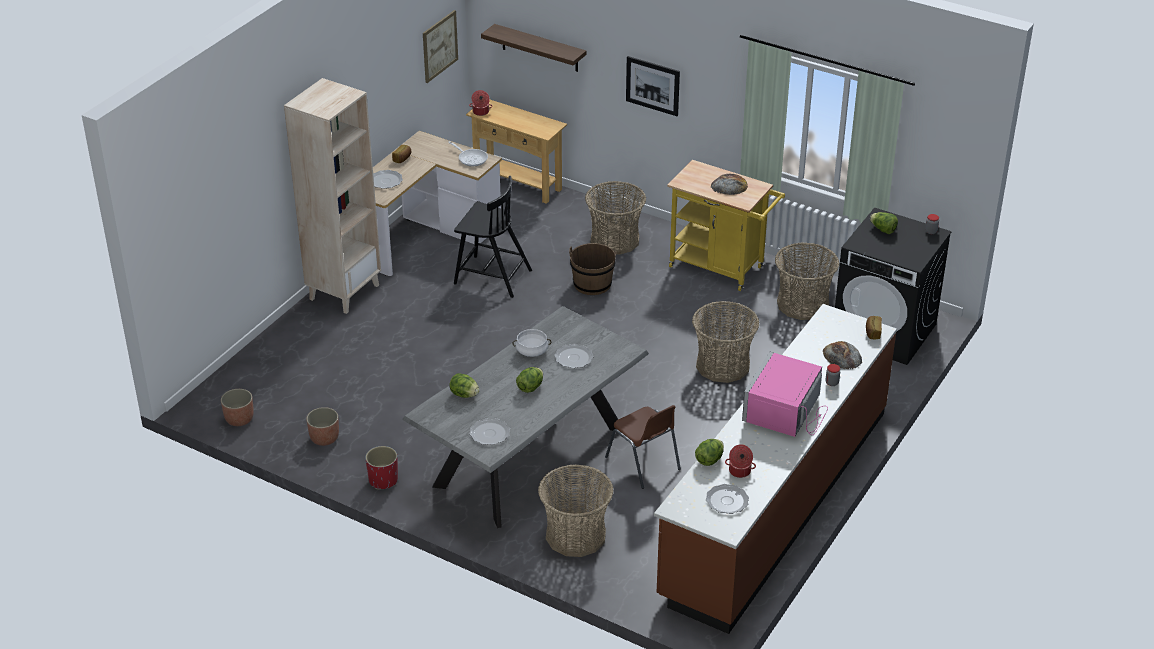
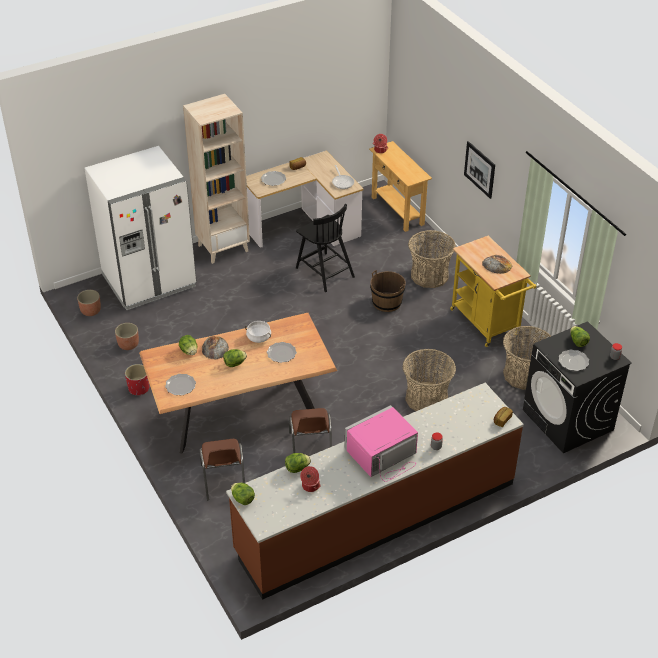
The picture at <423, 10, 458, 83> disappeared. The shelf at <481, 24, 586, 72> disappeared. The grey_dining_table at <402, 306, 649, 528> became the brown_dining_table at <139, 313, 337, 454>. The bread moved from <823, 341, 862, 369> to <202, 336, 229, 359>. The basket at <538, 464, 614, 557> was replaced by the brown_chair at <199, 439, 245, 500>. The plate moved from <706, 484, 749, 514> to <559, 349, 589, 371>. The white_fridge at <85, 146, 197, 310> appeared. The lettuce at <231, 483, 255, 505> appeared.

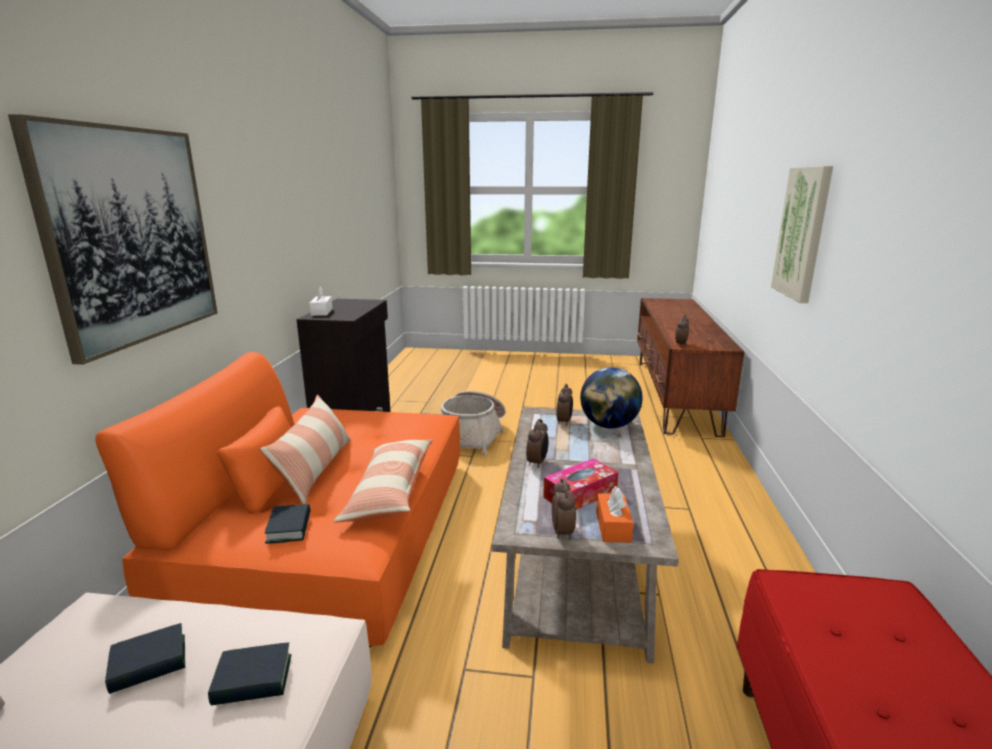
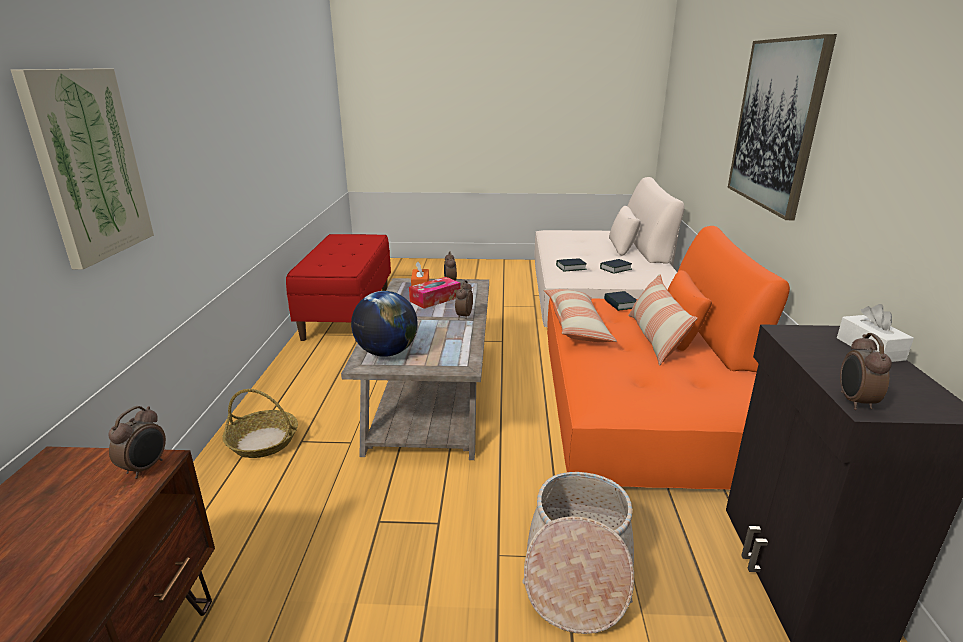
The alarm_clock moved from <556, 384, 573, 426> to <840, 333, 892, 410>. The basket at <222, 389, 298, 458> appeared.

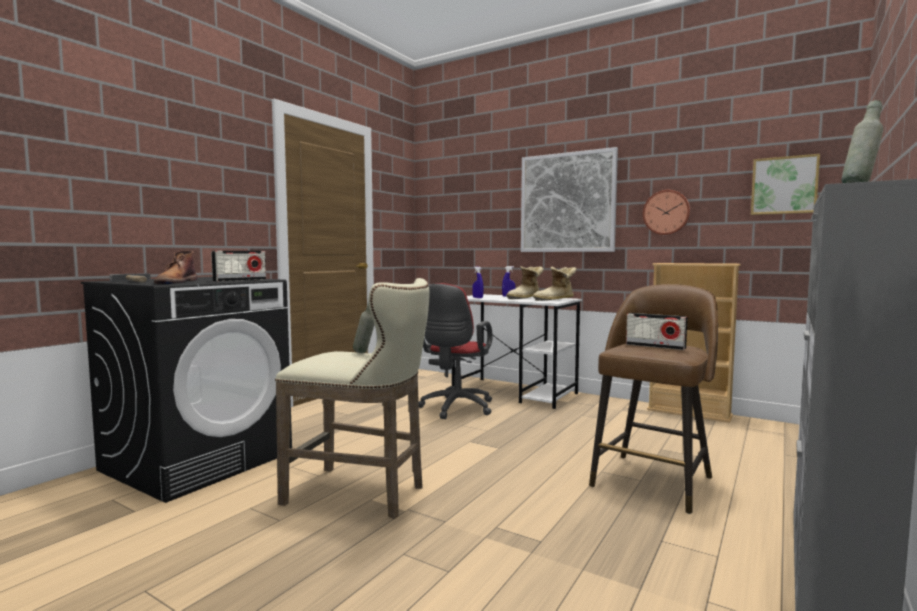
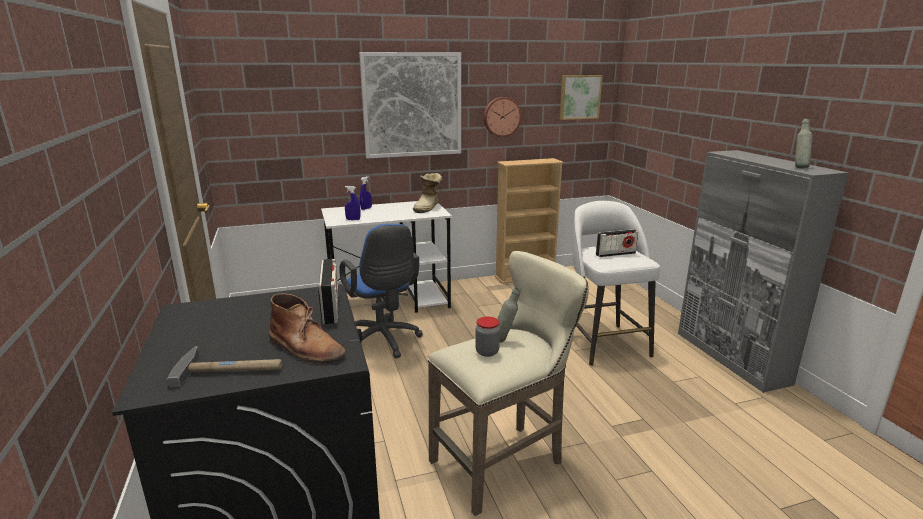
The boot at <506, 266, 544, 299> disappeared. The red_office_chair at <419, 283, 493, 419> became the blue_office_chair at <339, 224, 423, 359>. The brown_stool at <589, 284, 718, 514> became the white_stool at <573, 201, 660, 366>. The jar at <475, 317, 500, 357> appeared.

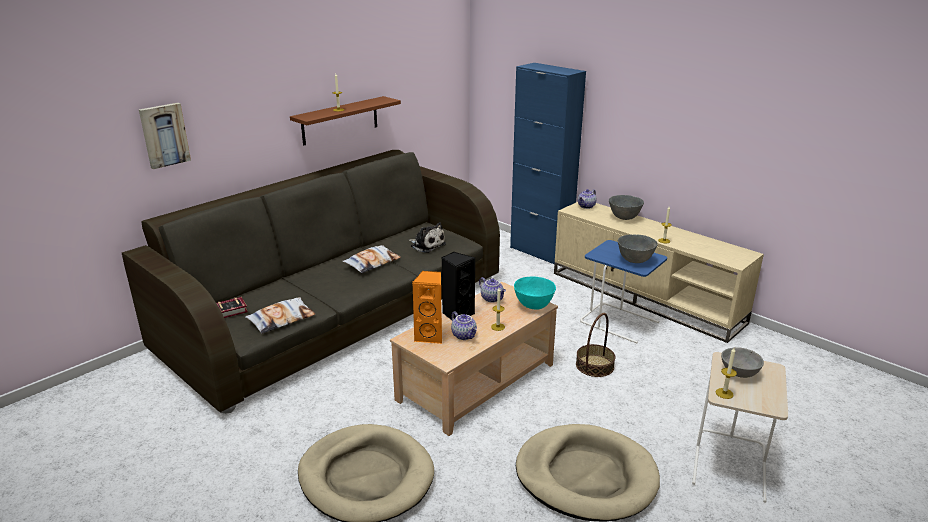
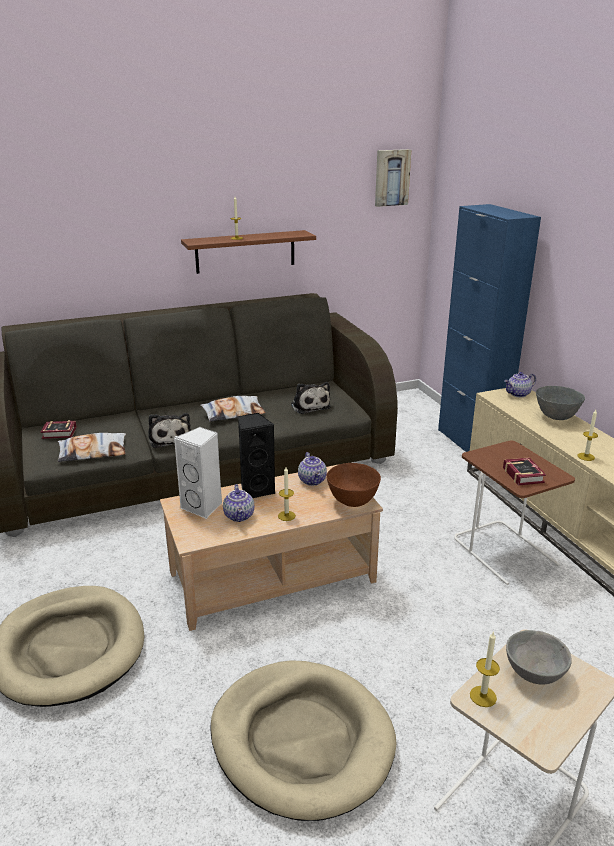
The picture moved from <139, 103, 191, 169> to <375, 149, 411, 207>. The grey_bowl at <618, 234, 658, 263> was replaced by the book at <503, 457, 546, 486>. The blue_side_table at <580, 240, 667, 343> became the brown_side_table at <454, 441, 575, 585>. The orange_speaker at <412, 271, 442, 344> became the white_speaker at <174, 427, 222, 519>. The turquoise_bowl at <514, 276, 556, 310> became the brown_bowl at <326, 463, 381, 507>. The basket at <576, 313, 615, 377> disappeared. The plush_toy at <148, 413, 191, 448> appeared.

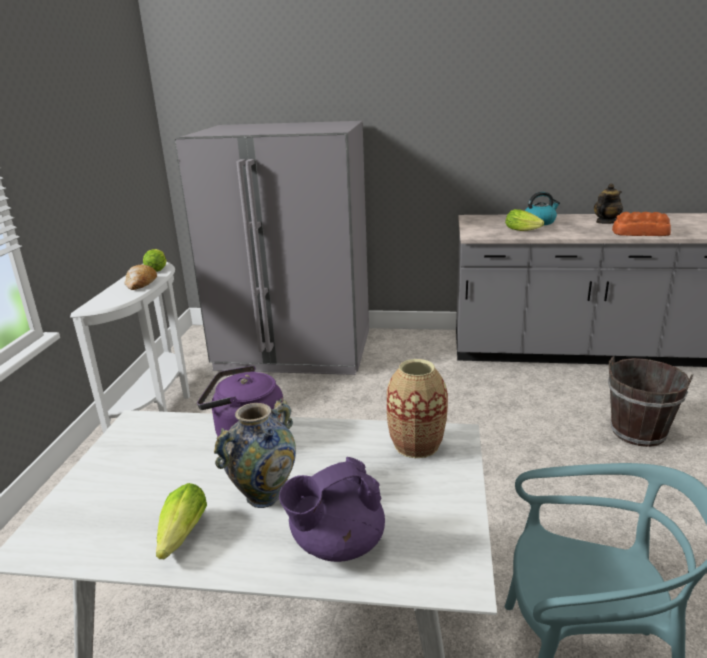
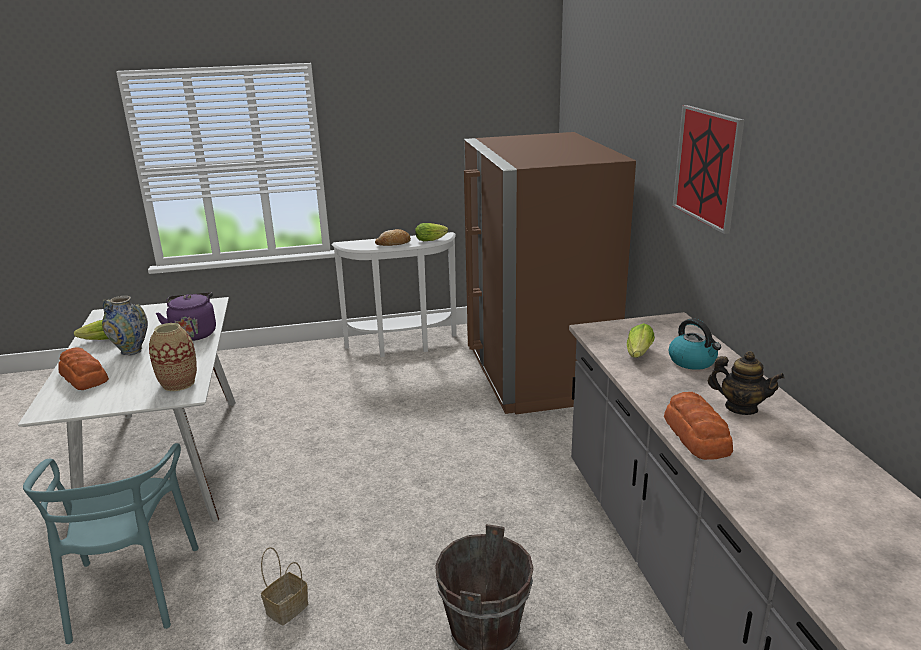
The grey_fridge at <174, 121, 369, 375> became the brown_fridge at <464, 132, 636, 414>. The purple_teapot at <279, 457, 385, 562> was replaced by the bread at <58, 348, 109, 390>. The picture at <673, 105, 744, 234> appeared. The basket at <261, 547, 308, 625> appeared.

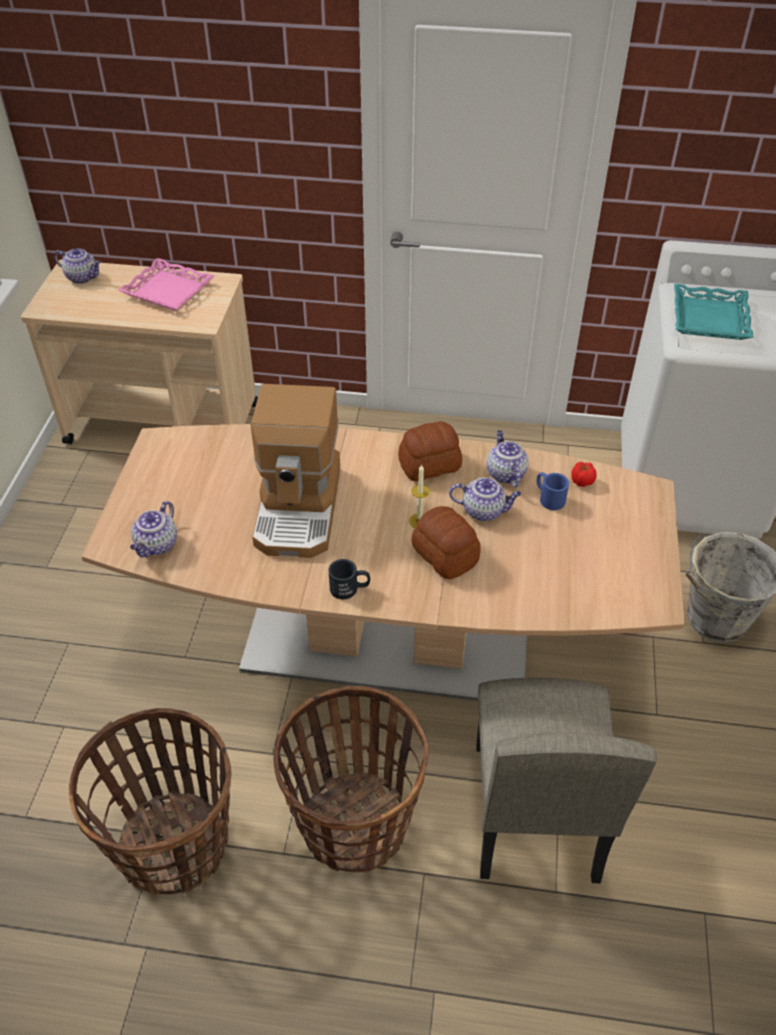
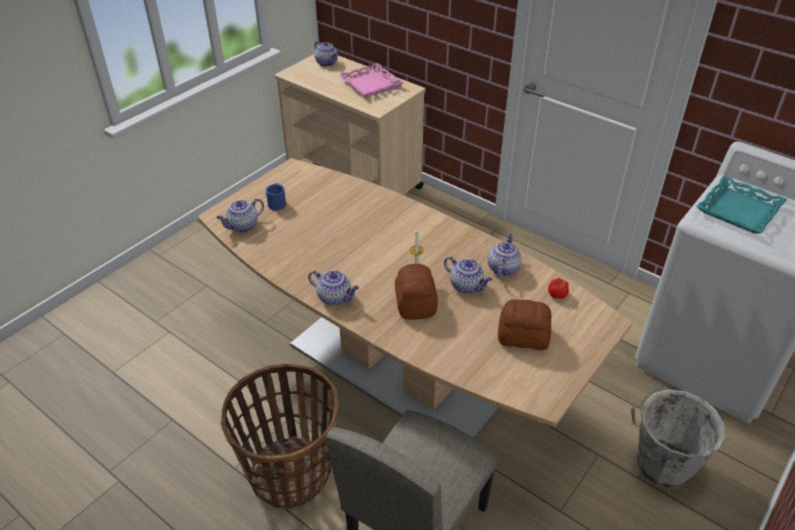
The coffee_machine at <251, 384, 340, 558> disappeared. The bread moved from <398, 421, 462, 482> to <498, 299, 551, 350>. The blue_mug moved from <537, 472, 569, 510> to <266, 183, 286, 211>. The black_mug at <328, 559, 370, 599> was replaced by the teapot at <308, 270, 359, 306>. The basket at <68, 708, 232, 895> disappeared.

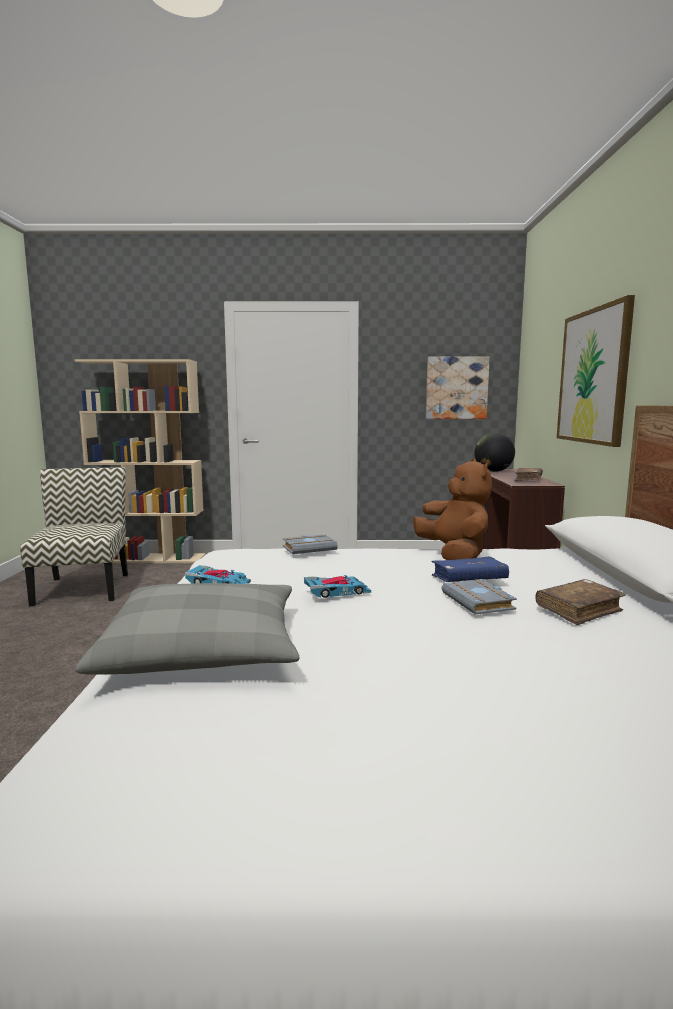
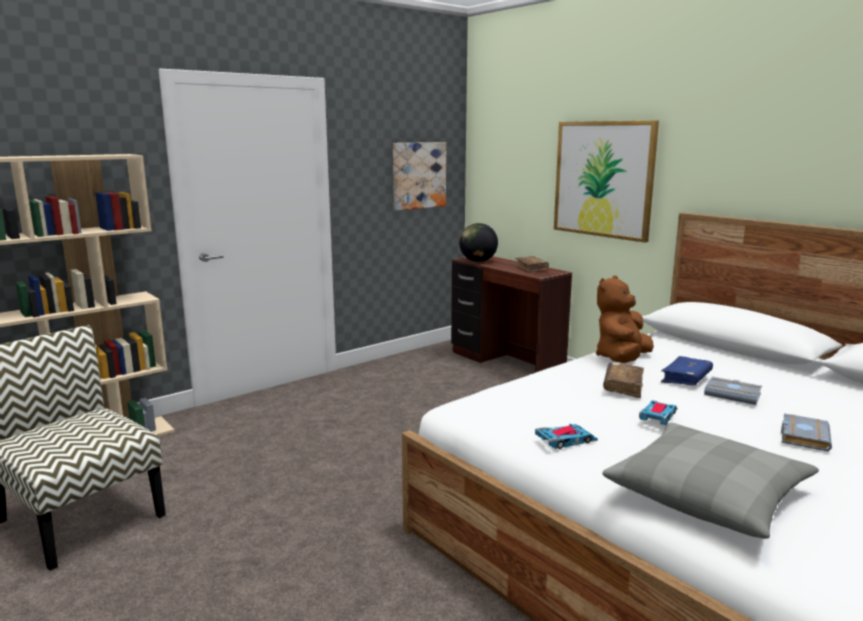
The brown_plush_toy at <413, 458, 492, 560> turned 90 degrees counterclockwise. The grey_book moved from <283, 534, 338, 554> to <781, 413, 832, 451>. The brown_book moved from <536, 579, 626, 625> to <603, 363, 644, 398>.

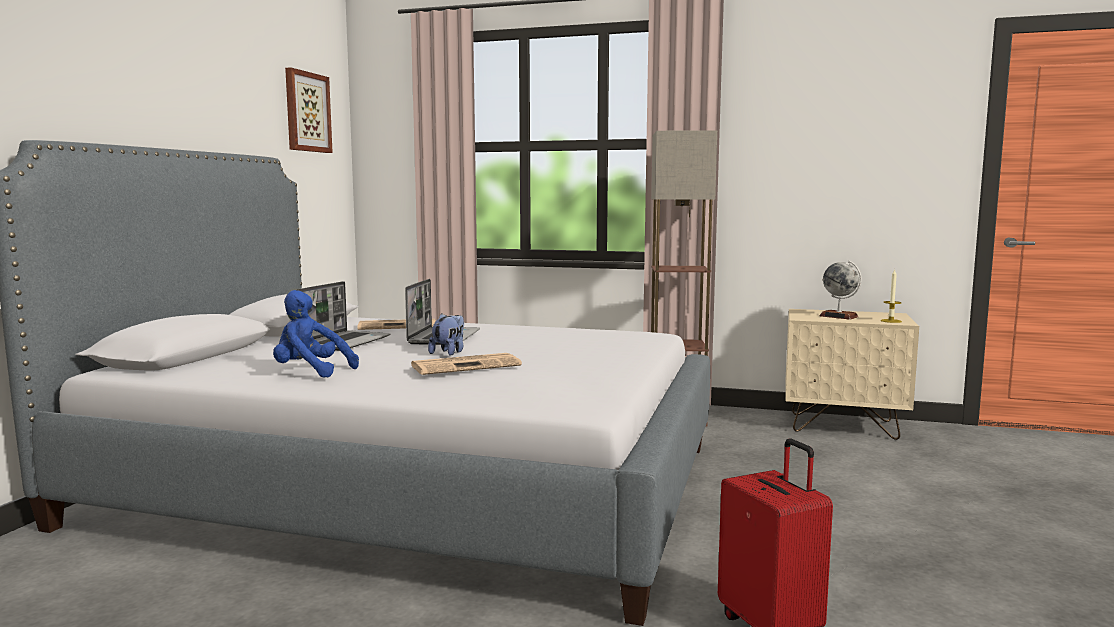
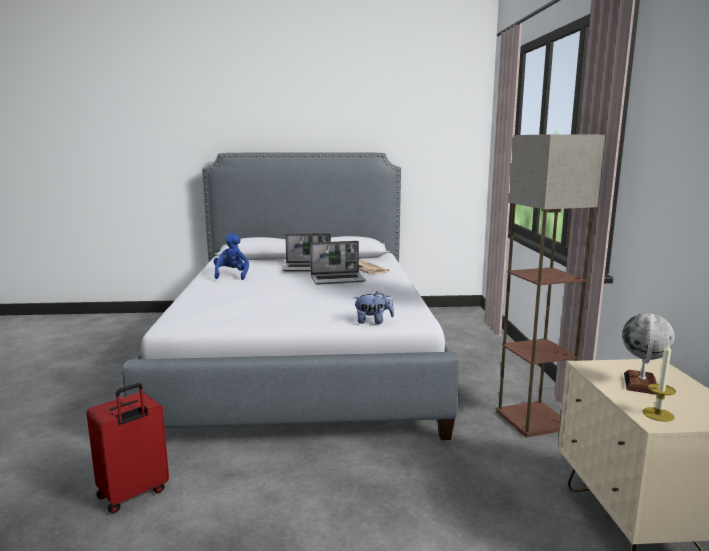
The picture at <285, 67, 333, 153> disappeared. The plush_toy moved from <428, 313, 464, 356> to <354, 291, 394, 324>. The newspaper at <411, 353, 522, 375> disappeared.

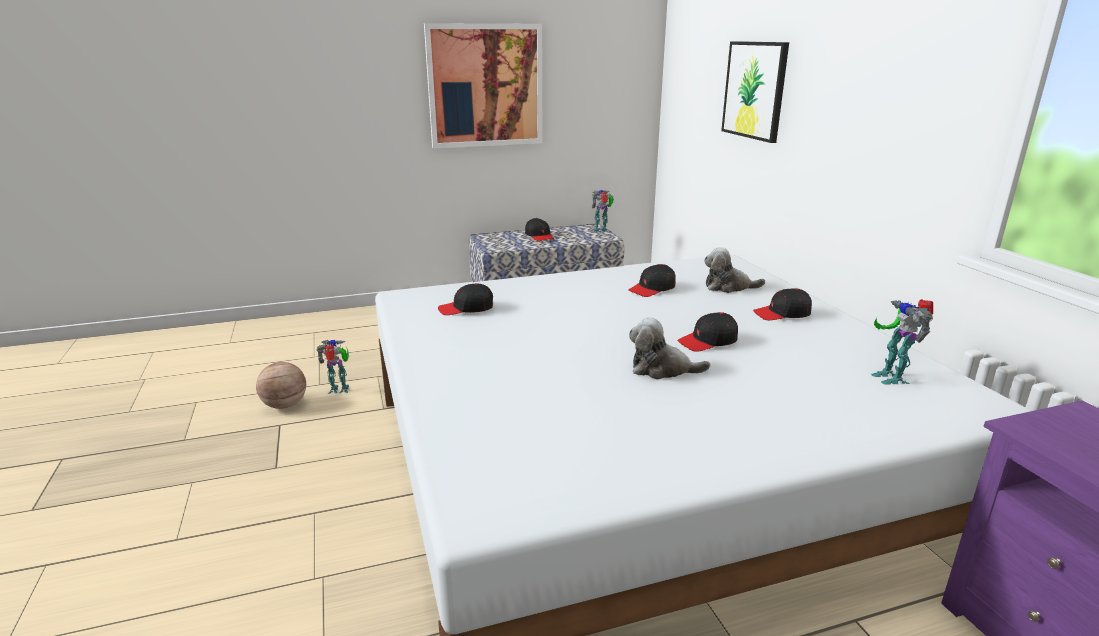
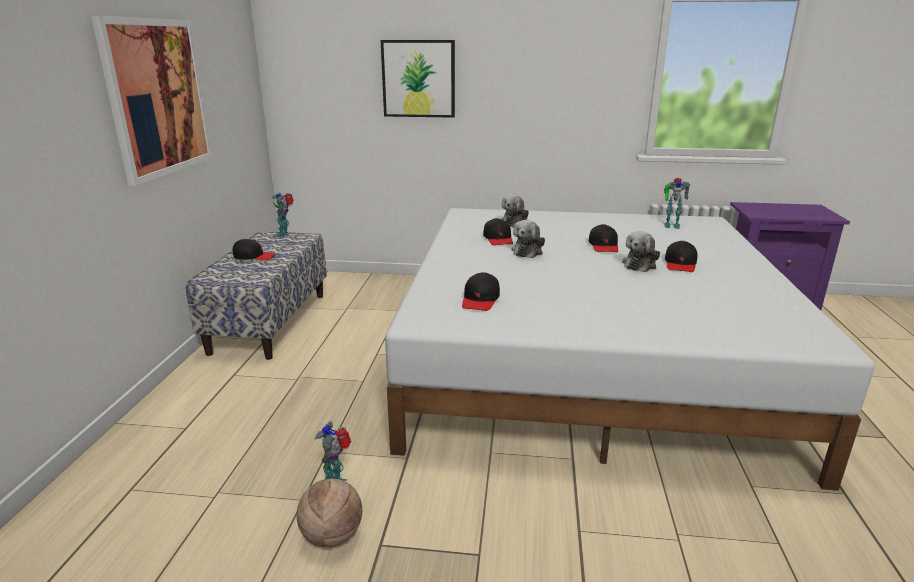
The black_cap moved from <753, 288, 812, 320> to <665, 241, 697, 272>. The plush_toy at <511, 220, 545, 258> appeared.

